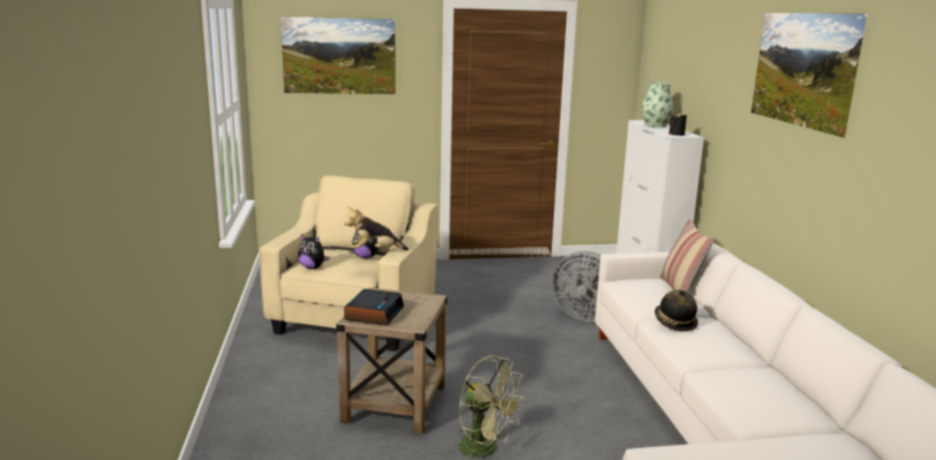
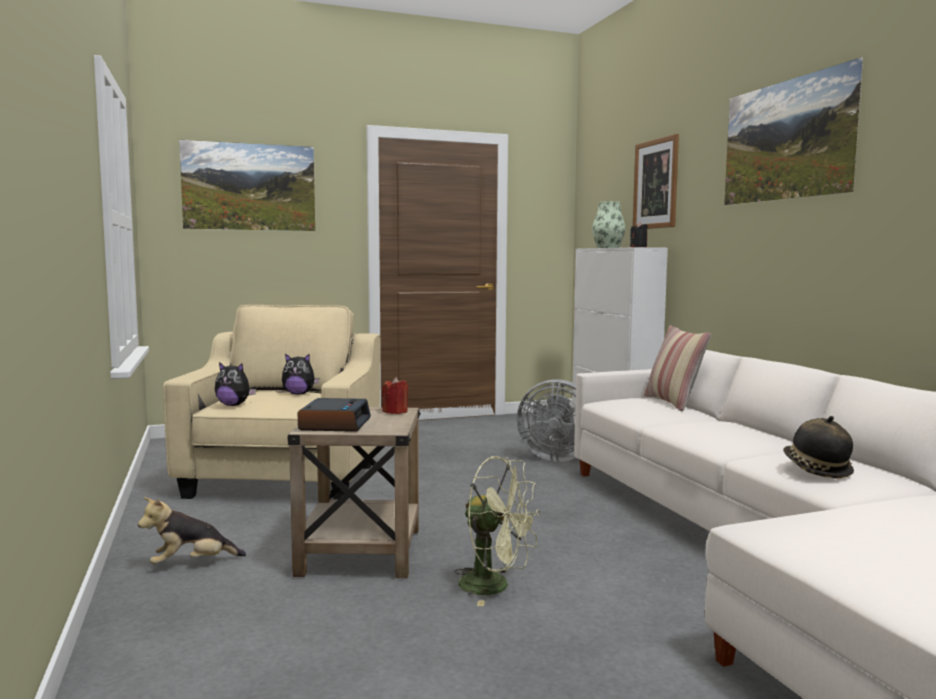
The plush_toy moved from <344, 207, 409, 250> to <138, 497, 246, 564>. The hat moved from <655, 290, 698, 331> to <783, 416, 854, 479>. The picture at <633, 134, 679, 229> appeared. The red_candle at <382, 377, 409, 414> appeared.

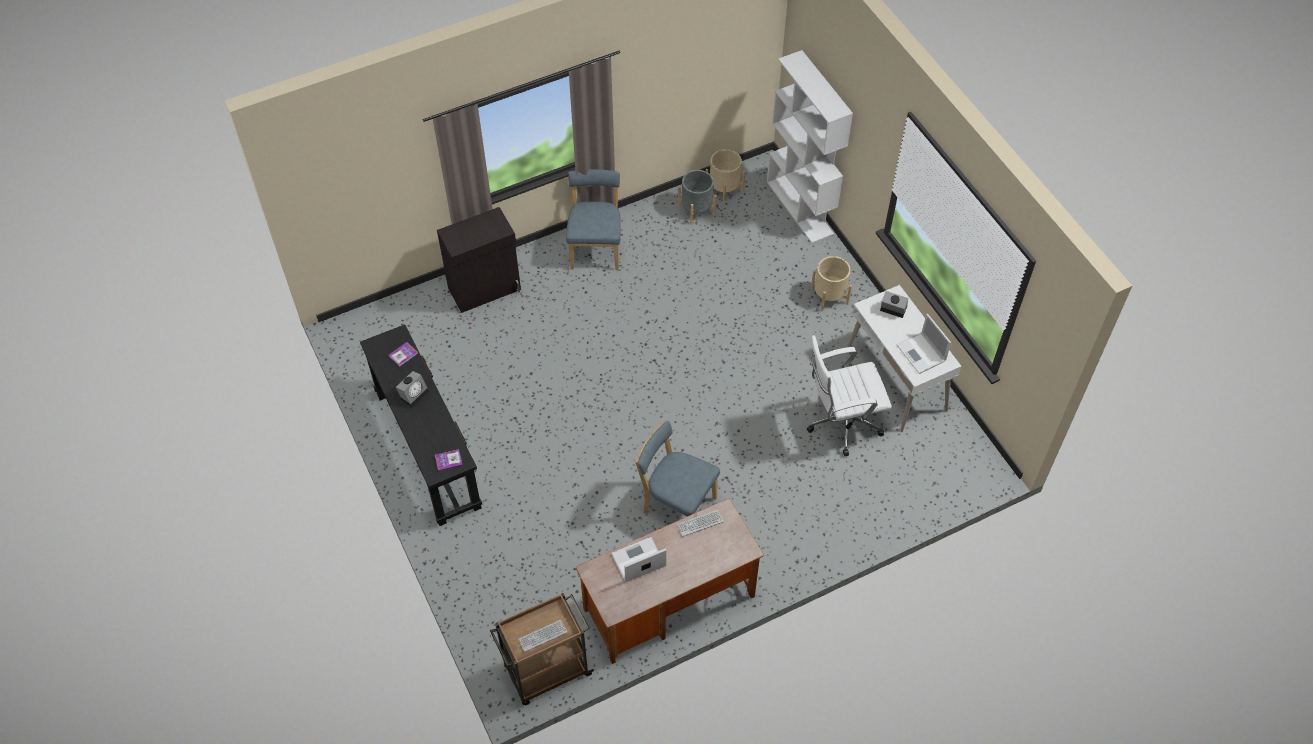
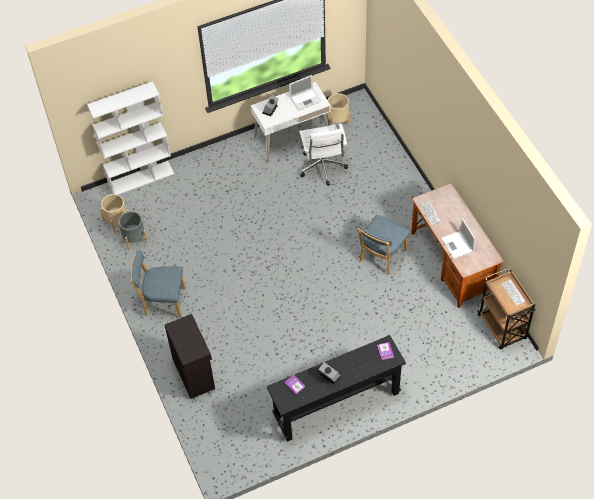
The beige_planter moved from <811, 256, 852, 311> to <326, 93, 350, 126>.

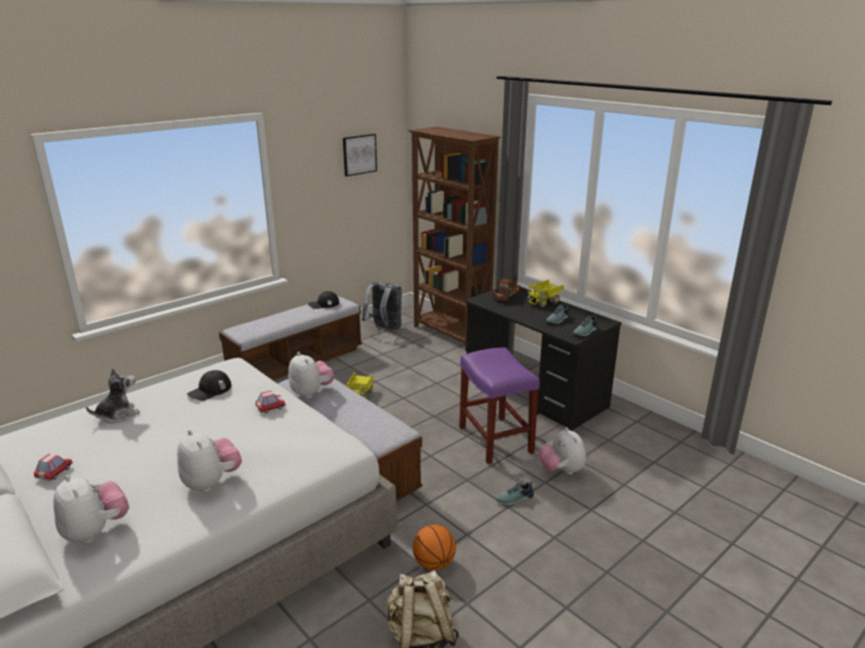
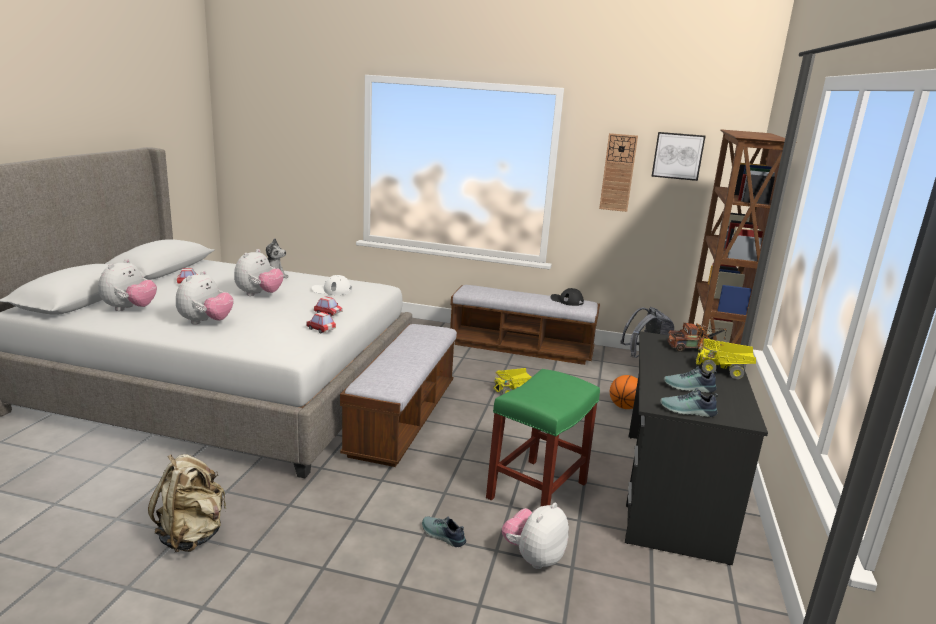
The purple_stool at <459, 348, 540, 464> became the green_stool at <486, 369, 600, 507>. The plush_toy moved from <288, 352, 334, 399> to <234, 249, 284, 296>. The black_cap at <187, 370, 231, 401> became the white_cap at <312, 275, 352, 295>. The basketball moved from <413, 525, 456, 570> to <610, 375, 638, 409>. The wall_clock at <599, 133, 638, 212> appeared. The toy_car at <306, 312, 336, 333> appeared.

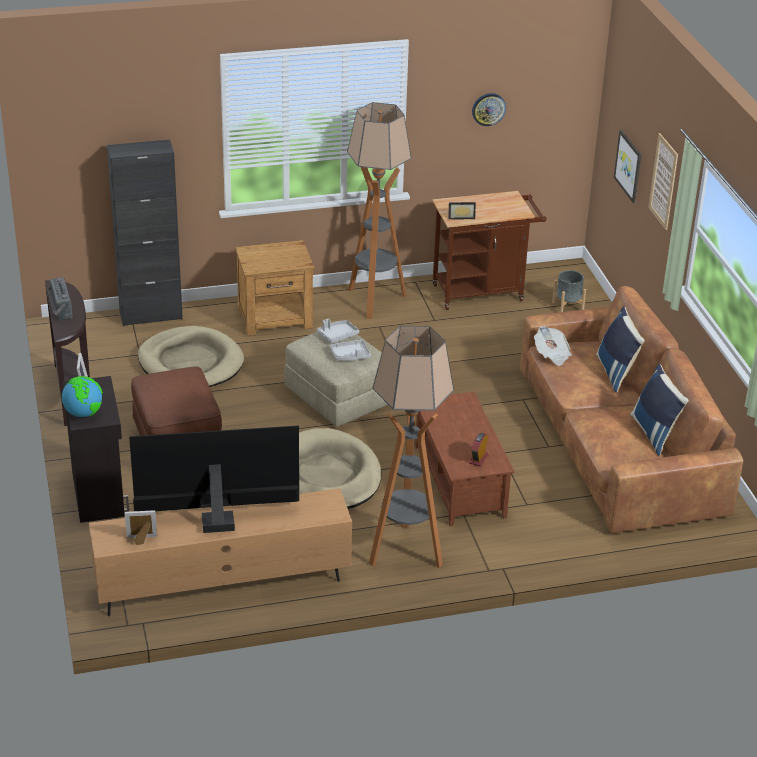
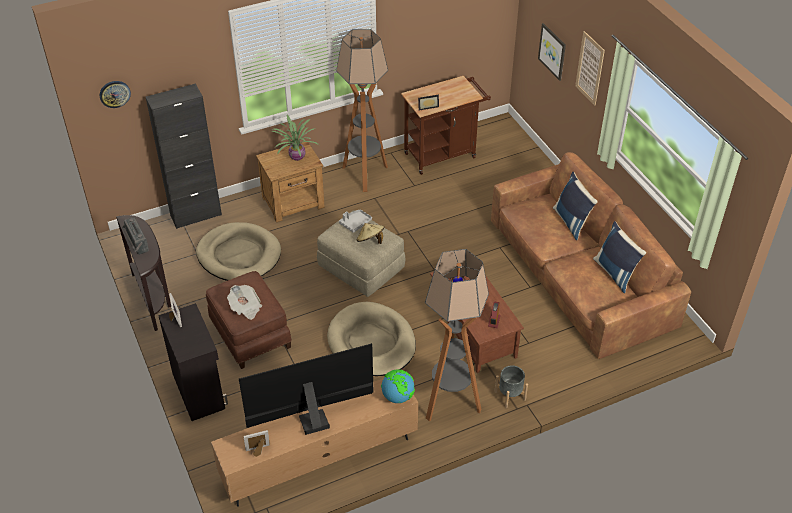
The wall_clock moved from <472, 93, 506, 126> to <100, 81, 131, 108>. The grey_planter moved from <552, 270, 586, 312> to <494, 365, 528, 408>. The newspaper moved from <534, 326, 572, 366> to <227, 285, 262, 320>. The grey_tray at <330, 340, 371, 361> was replaced by the beige_hat at <357, 223, 384, 244>. The globe moved from <62, 376, 103, 417> to <381, 369, 415, 403>. The potted_plant at <271, 115, 319, 161> appeared.

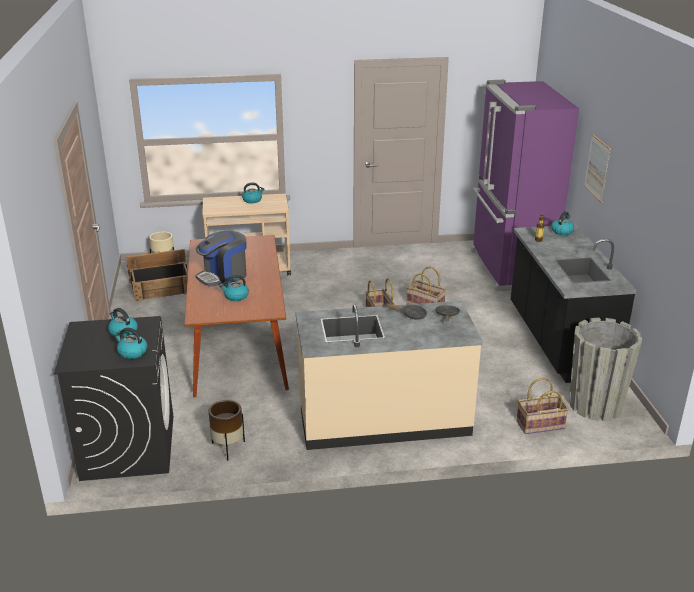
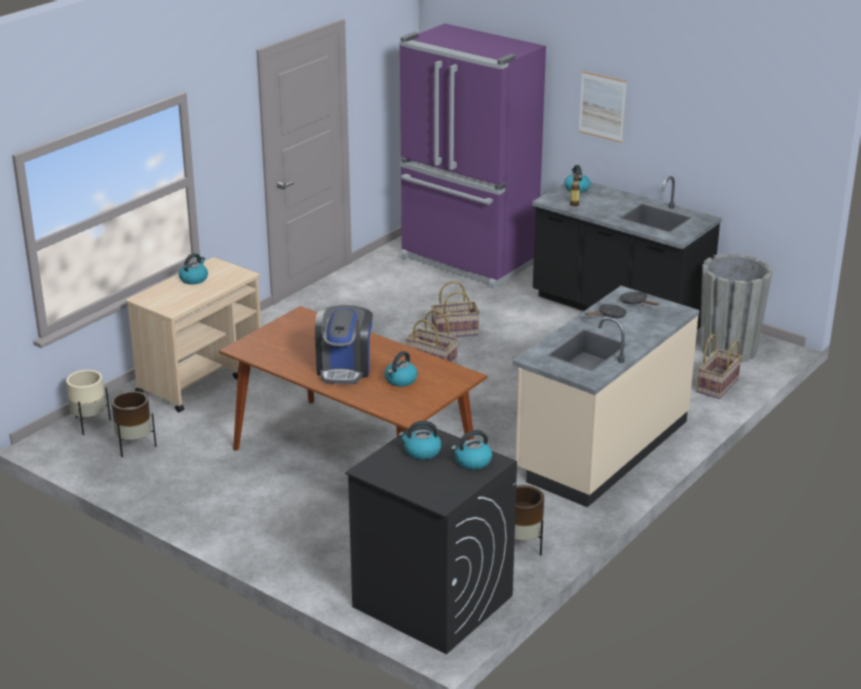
The crate at <126, 249, 188, 301> was replaced by the brown_planter at <111, 391, 157, 457>.

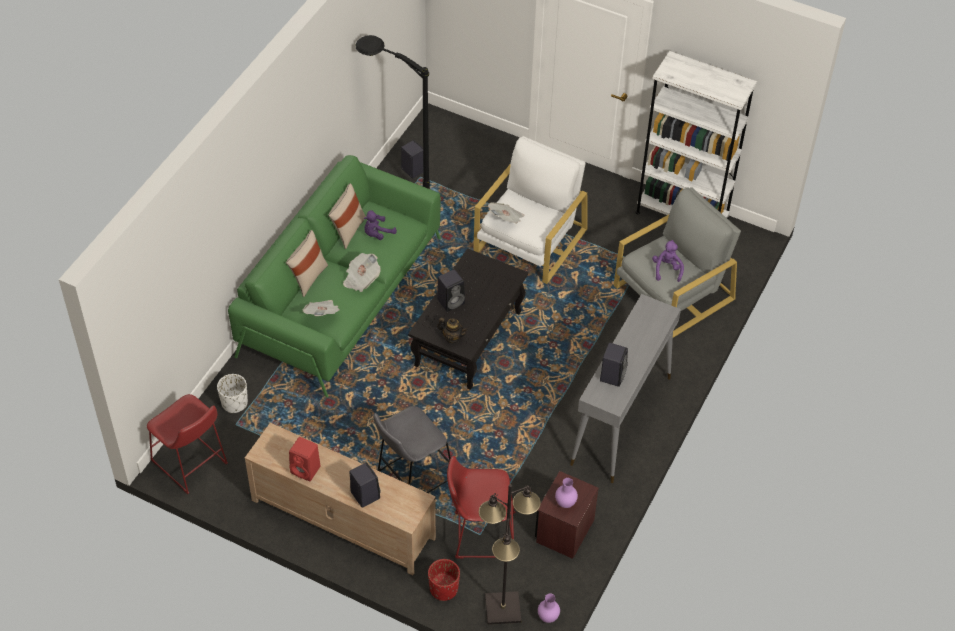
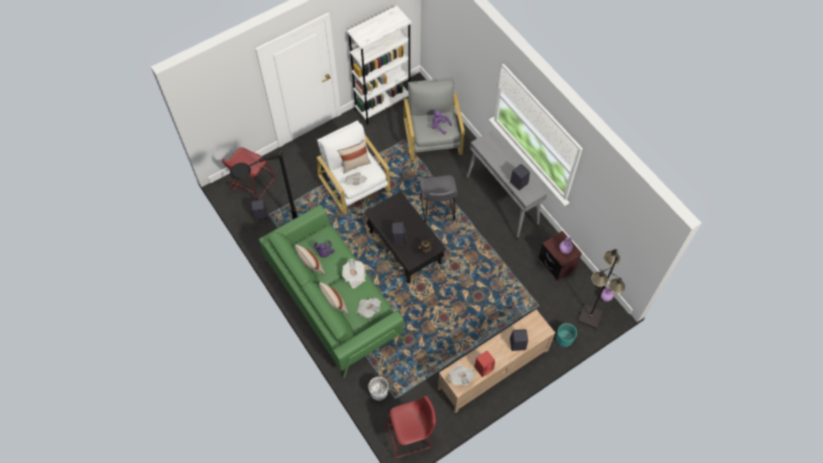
The grey_stool moved from <373, 406, 451, 493> to <420, 175, 457, 222>. The red_stool moved from <447, 456, 515, 559> to <222, 147, 275, 200>. The red_planter at <428, 559, 460, 601> became the turquoise_planter at <556, 323, 577, 347>. The beige_pillow at <338, 140, 371, 174> appeared. The newspaper at <448, 364, 474, 386> appeared.

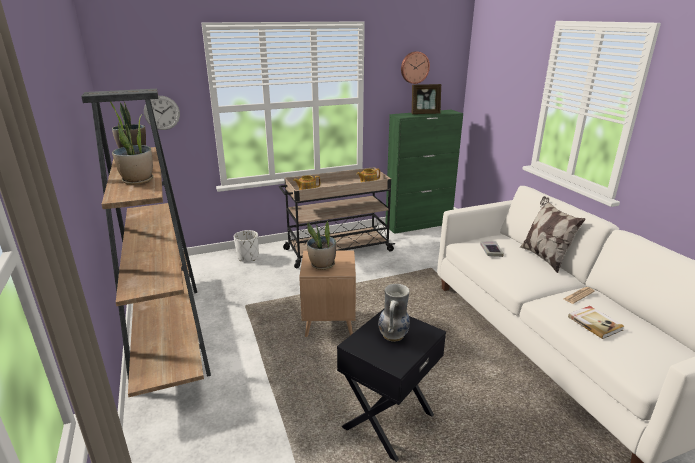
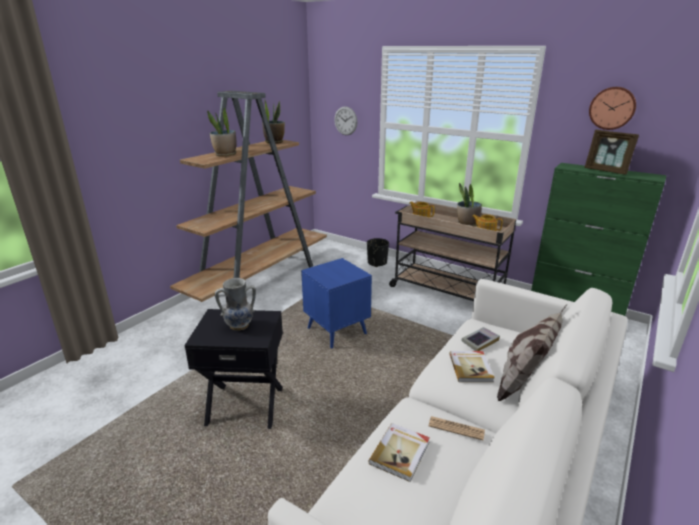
The potted_plant moved from <307, 221, 336, 270> to <457, 183, 482, 227>. The white_planter at <234, 230, 259, 261> became the black_planter at <367, 238, 389, 267>. The brown_side_table at <299, 250, 356, 337> became the blue_side_table at <301, 258, 372, 348>. The book at <449, 351, 495, 382> appeared.

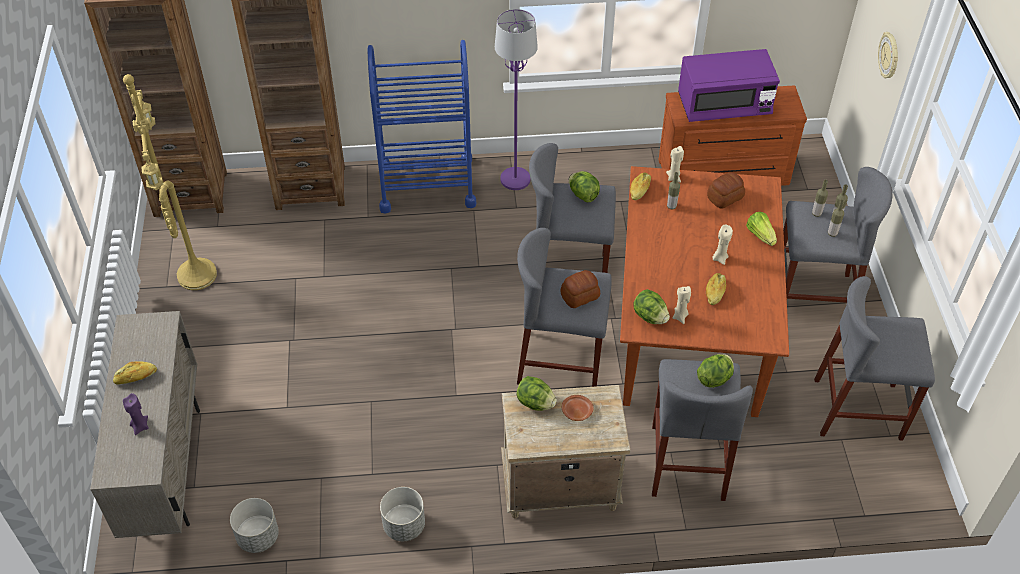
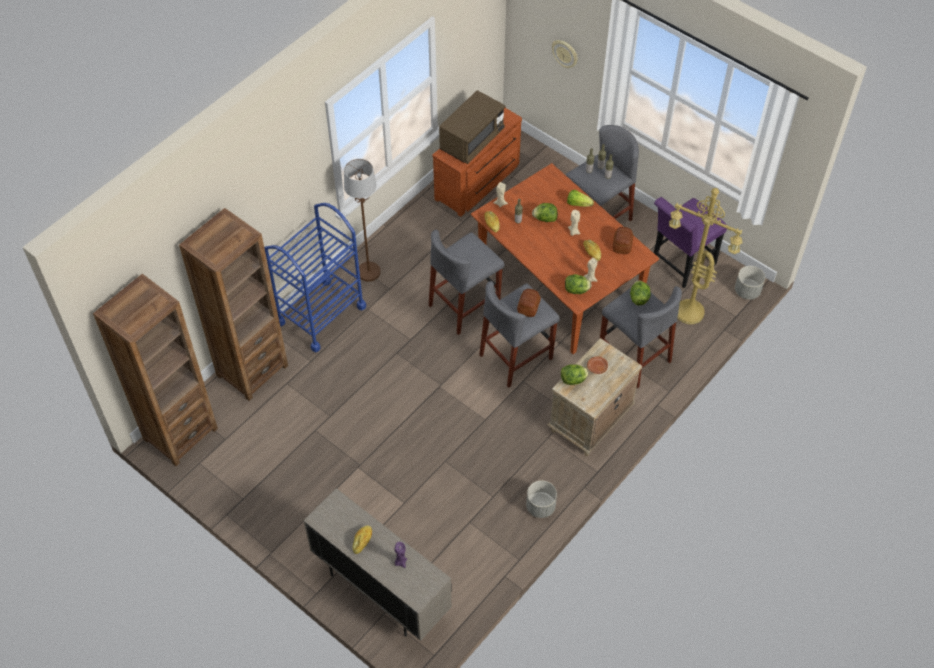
The purple_floor_lamp at <495, 9, 538, 190> became the brown_floor_lamp at <344, 159, 381, 281>. The purple_microwave at <678, 49, 780, 122> became the brown_microwave at <439, 90, 506, 164>. The yellow_floor_lamp moved from <123, 74, 217, 290> to <669, 188, 742, 324>. The lettuce moved from <568, 171, 600, 202> to <532, 203, 558, 222>. The bread moved from <707, 172, 745, 209> to <612, 227, 634, 254>. The grey_stool at <814, 276, 935, 441> was replaced by the purple_chair at <654, 197, 727, 288>. The grey_planter moved from <230, 498, 279, 553> to <735, 266, 765, 300>.

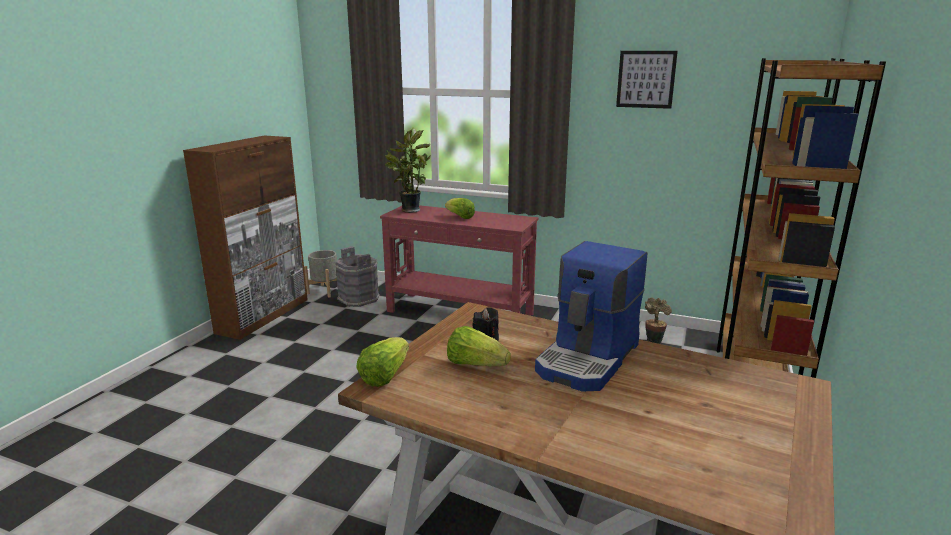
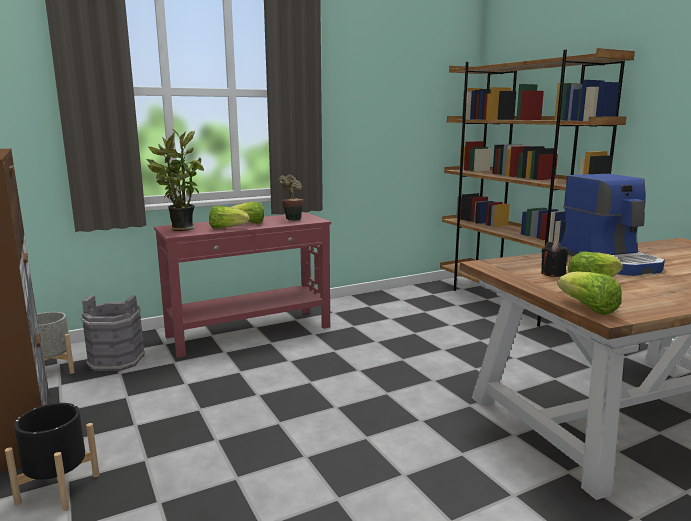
The picture at <616, 51, 678, 109> disappeared. The potted_plant moved from <645, 297, 672, 344> to <279, 174, 303, 221>. The lettuce at <209, 206, 249, 229> appeared. The black_planter at <5, 403, 100, 511> appeared.

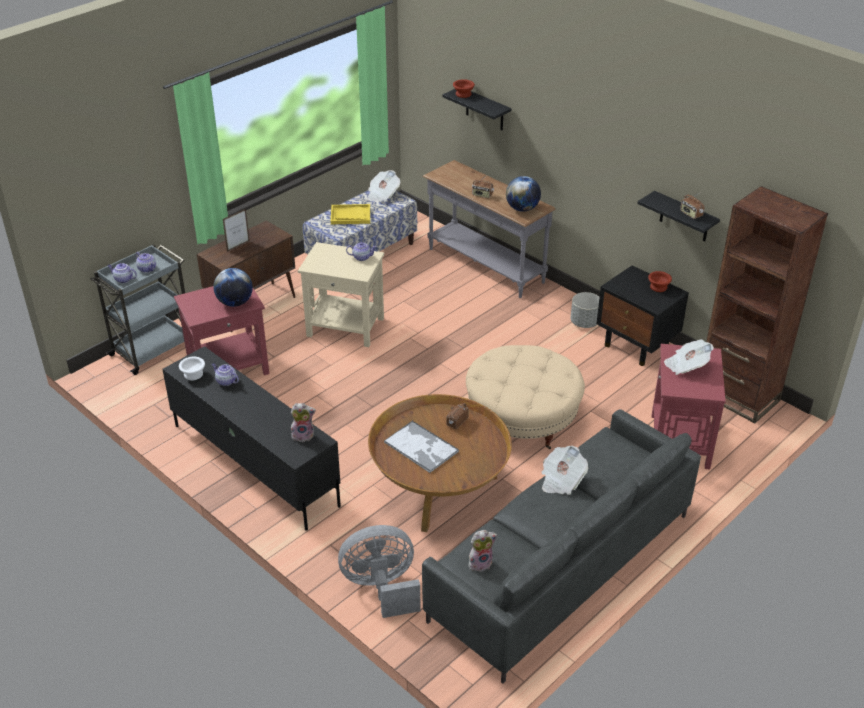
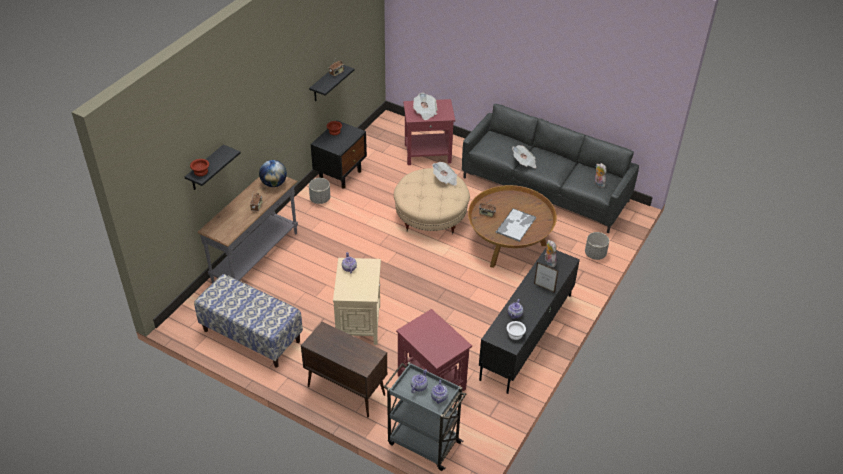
The newspaper moved from <367, 170, 400, 202> to <432, 162, 457, 186>. The brown_bookcase at <706, 186, 828, 423> disappeared. The yellow_tray at <331, 204, 370, 224> disappeared. The picture_frame moved from <223, 209, 250, 252> to <534, 262, 558, 293>. The globe at <214, 268, 253, 307> disappeared. The grey_fan at <338, 525, 420, 618> was replaced by the grey_planter at <585, 232, 609, 260>.

